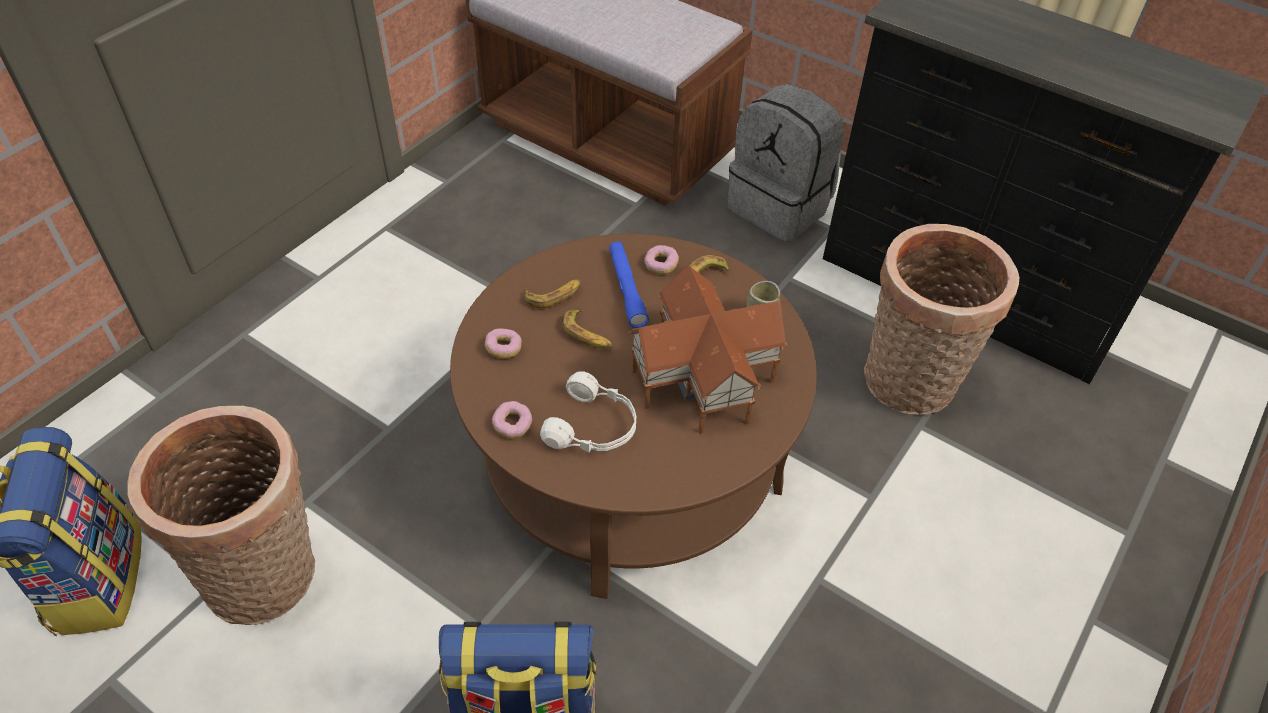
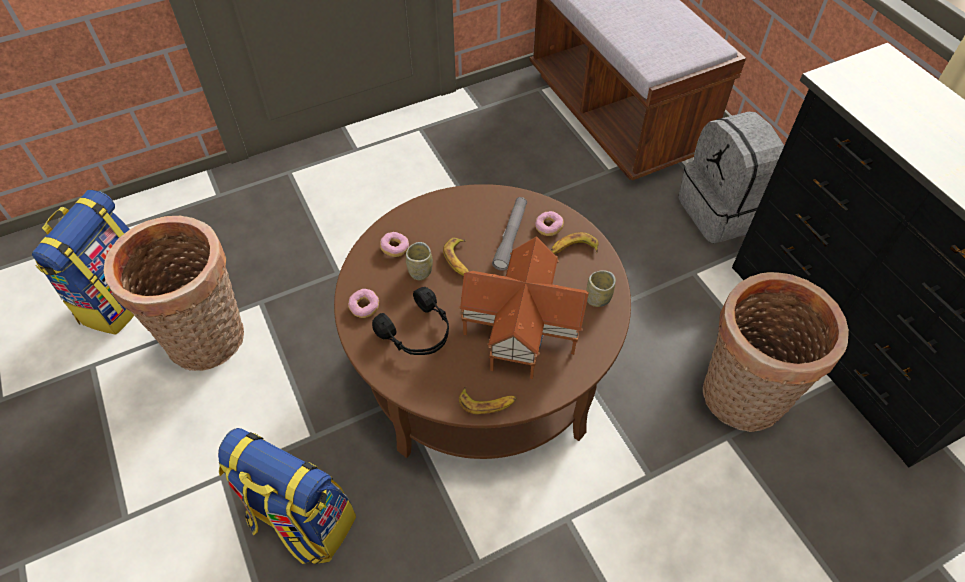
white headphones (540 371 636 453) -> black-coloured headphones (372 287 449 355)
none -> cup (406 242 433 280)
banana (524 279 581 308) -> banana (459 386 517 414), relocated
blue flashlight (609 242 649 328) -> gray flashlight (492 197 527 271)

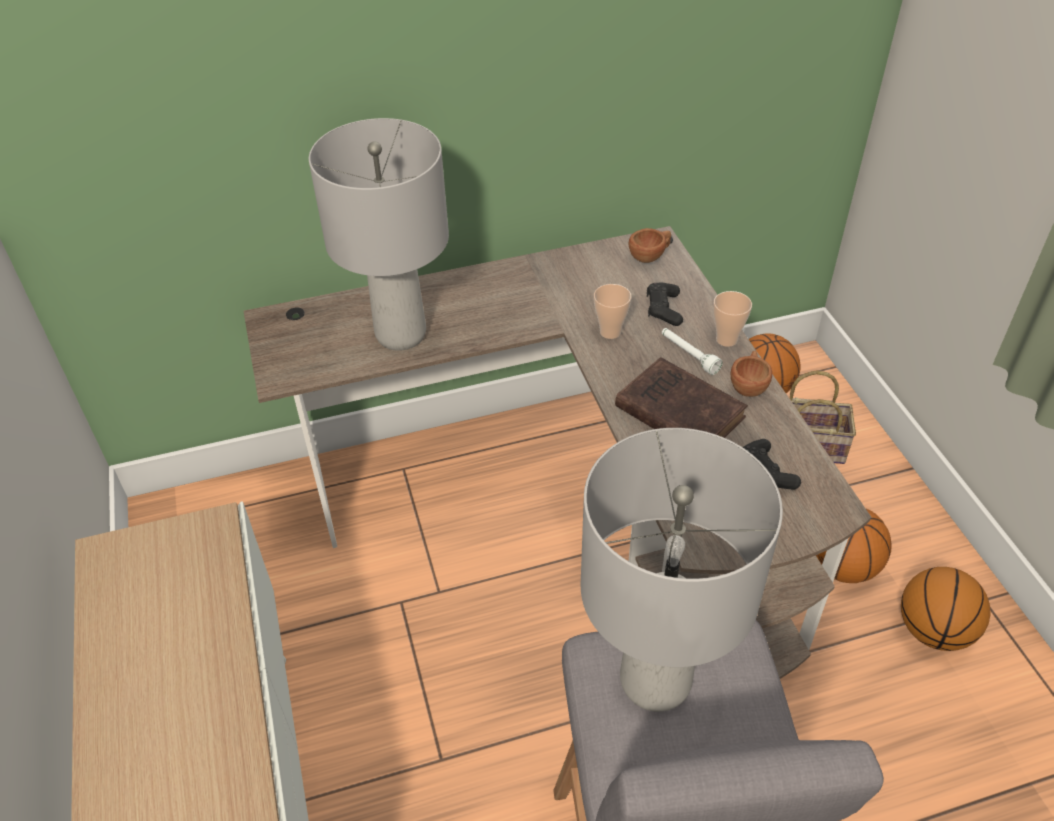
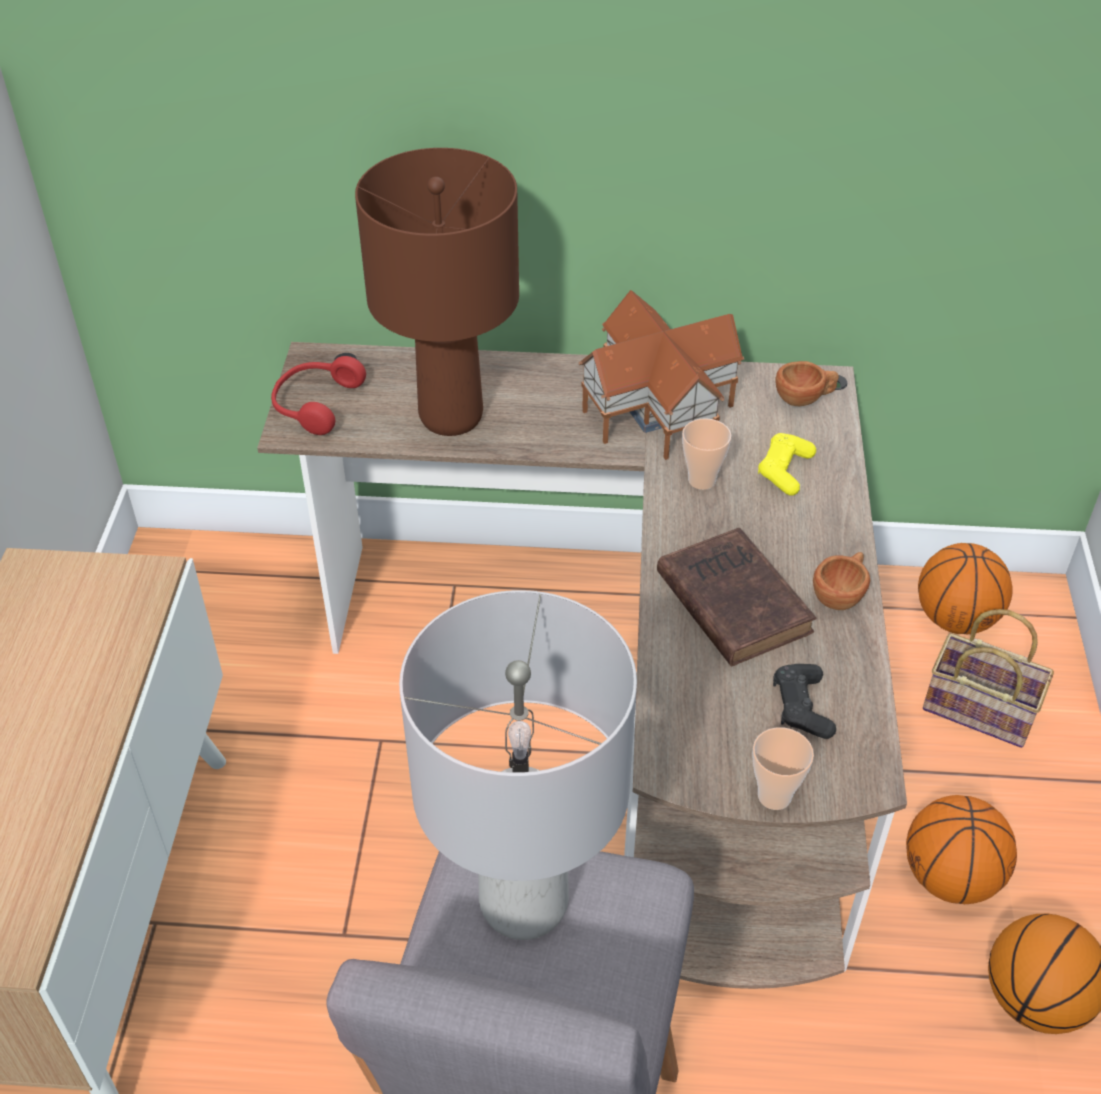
none -> red-coloured headphones (271 356 366 435)
gray lamp for a table (309 118 449 351) -> brown-coloured lamp for a table (355 148 519 436)
none -> model house (578 290 744 460)
cup (713 291 752 347) -> cup (752 727 814 810), relocated
black-coloured gamepad (647 282 683 326) -> yellowish gamepad (758 433 816 496)
white flashlight (662 328 723 375) -> none

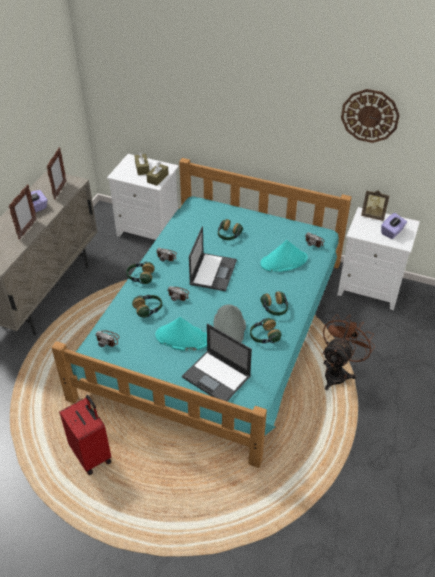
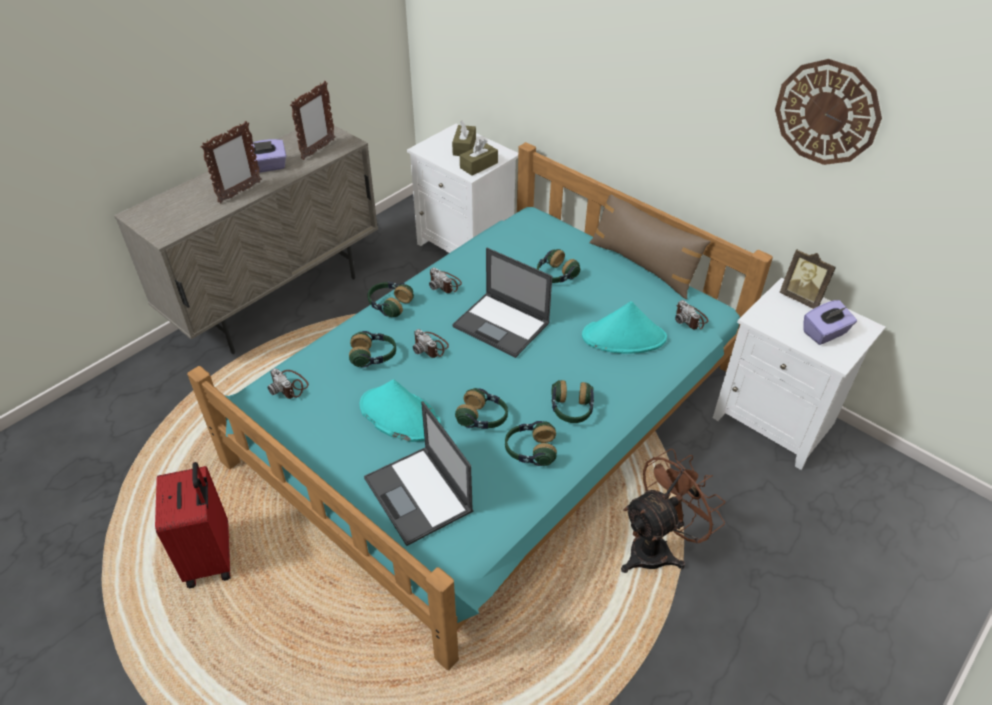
portable computer (189 226 237 291) -> portable computer (452 248 552 358), 90 degrees clockwise
gray hat (213 304 246 342) -> headphones (455 388 508 429)
none -> brown-coloured cushion (590 194 711 299)

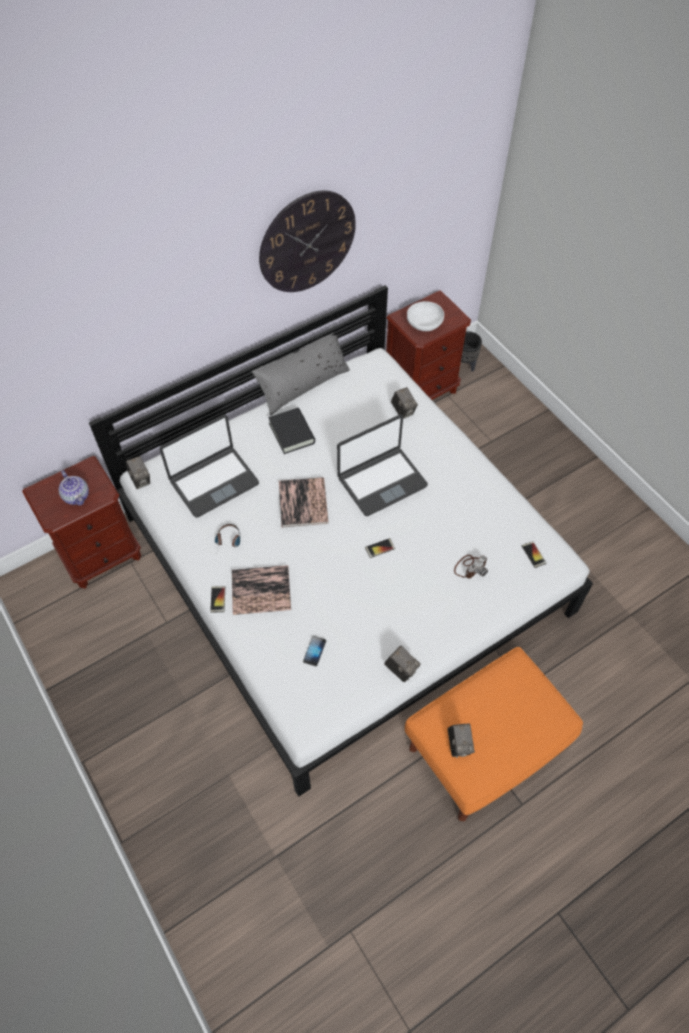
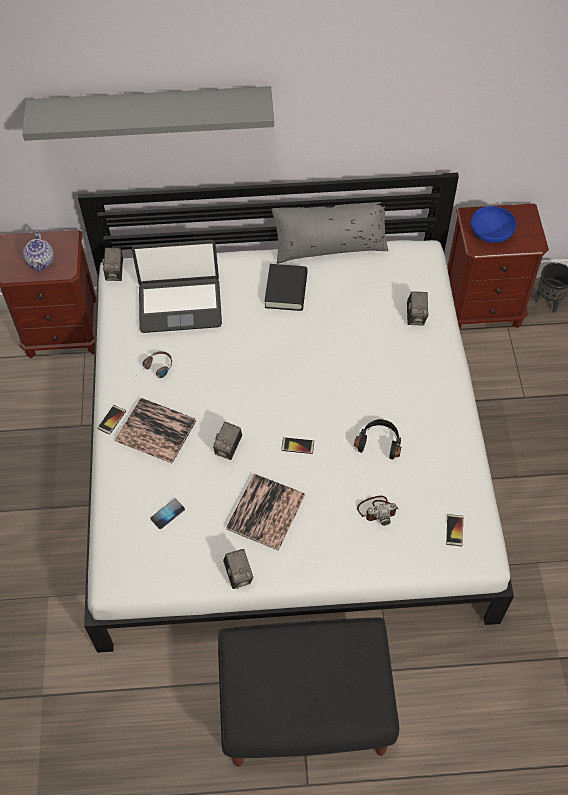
none -> gray wall shelf (22 86 274 141)
photo camera (448 723 475 758) -> photo camera (213 422 242 460), relocated
orange-coloured ottoman (405 647 583 821) -> black-coloured ottoman (218 617 399 767)
bound book (279 477 329 527) -> bound book (226 474 305 550), relocated
none -> black-coloured headphones (354 419 401 460)
white deep dish (407 301 444 331) -> blue deep dish (471 206 516 243)
wall clock (259 191 356 292) -> none
portable computer (337 415 428 516) -> none

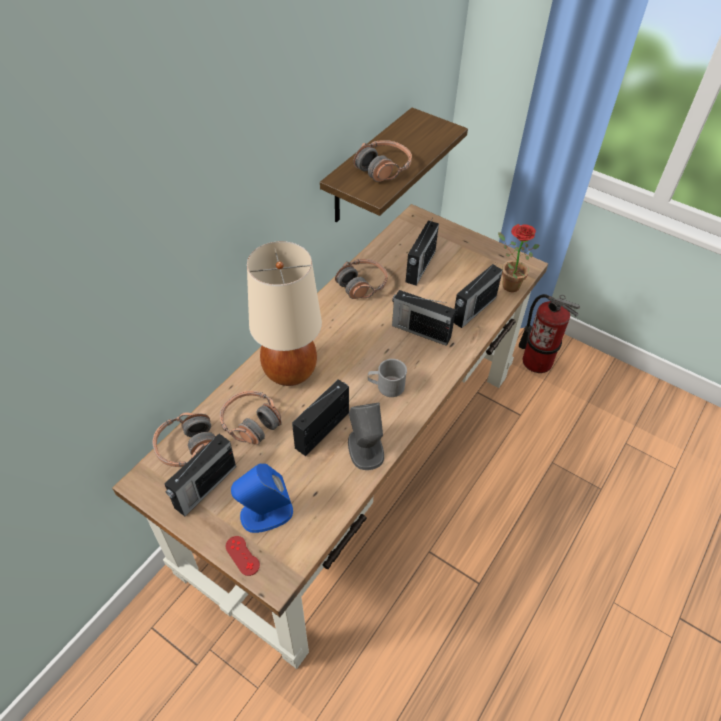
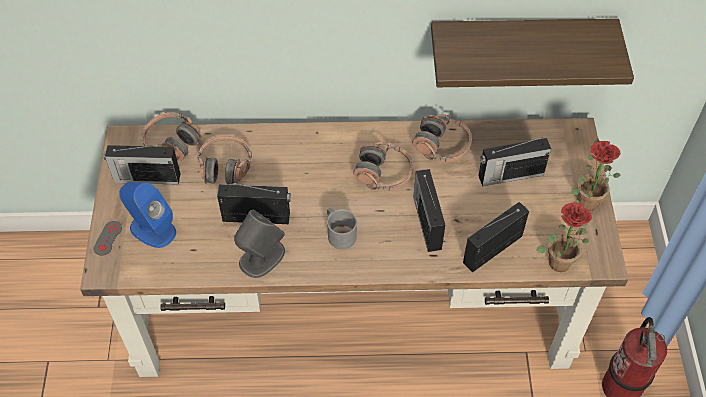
red-coloured gamepad (226 536 260 576) -> gray gamepad (94 221 122 256)
headphones (353 140 412 182) -> headphones (353 142 413 191), relocated
radio receiver (454 263 503 328) -> radio receiver (463 202 529 272), 135 degrees clockwise
none -> potted plant (571 139 621 211)
beige lamp for a table (247 241 322 386) -> none

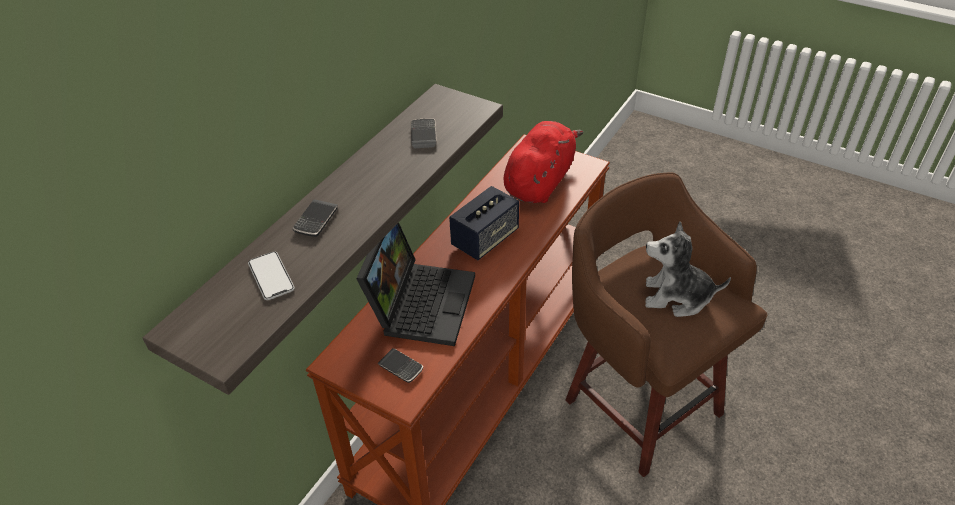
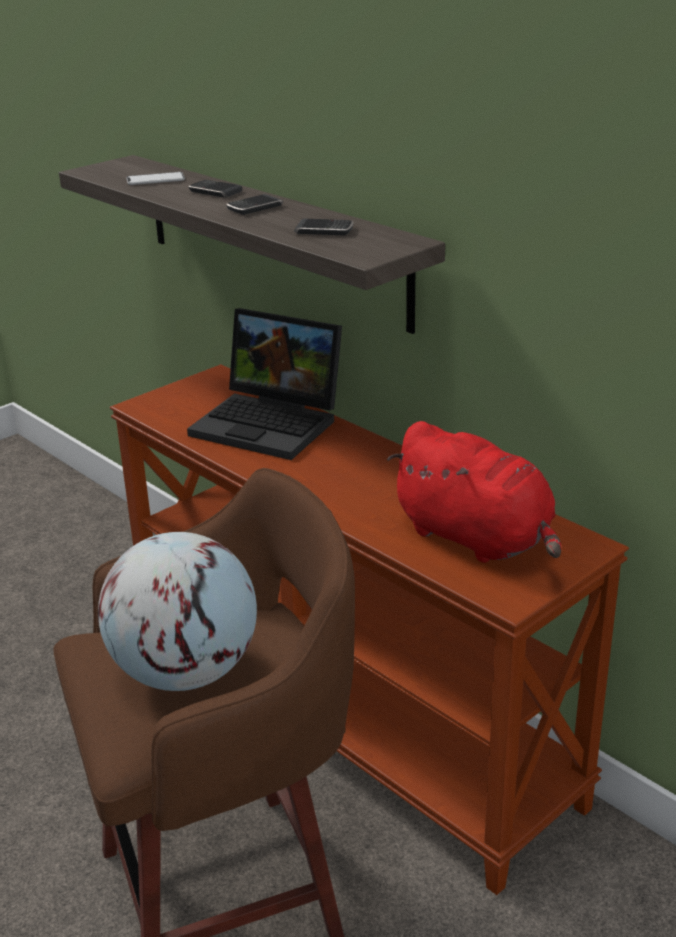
soft toy (645 221 731 317) -> world globe (98 532 257 691)
telephone (378 348 423 383) -> telephone (226 194 283 215), relocated
loudspeaker (449 186 519 260) -> none

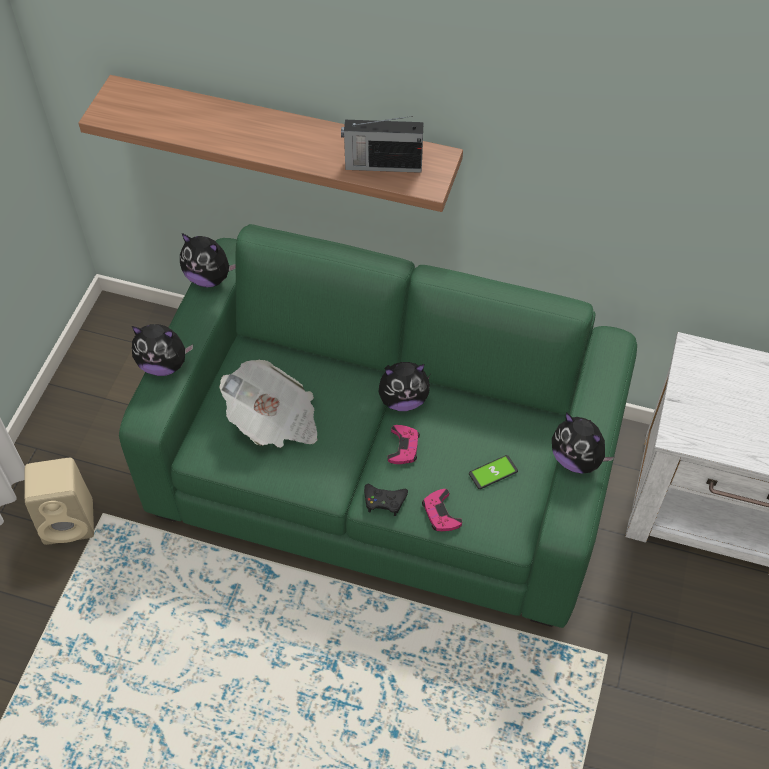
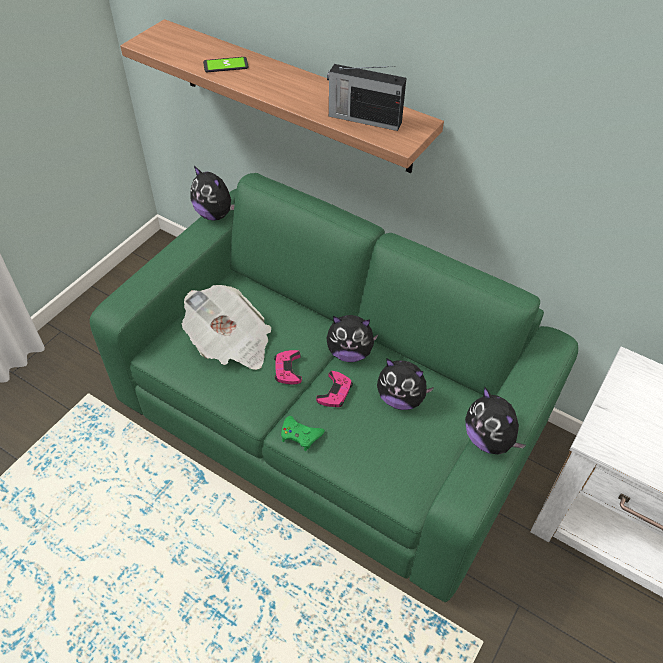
telephone (469 455 518 489) -> telephone (203 57 249 72), relocated
pink-coloured gamepad (422 489 462 531) -> pink-coloured gamepad (274 350 302 385), relocated
black-coloured gamepad (364 484 408 516) -> green-coloured gamepad (281 416 325 451)
soft toy (132 324 193 376) -> soft toy (377 359 434 410), relocated
beige loudspeaker (25 458 94 545) -> none

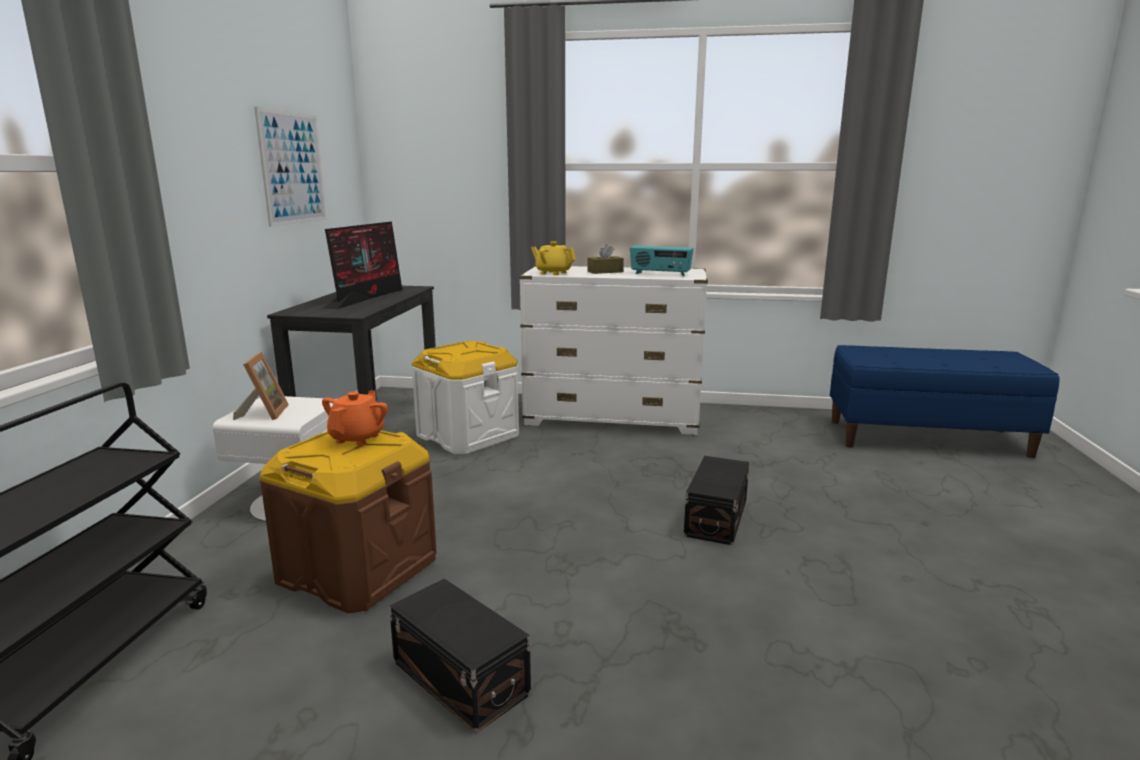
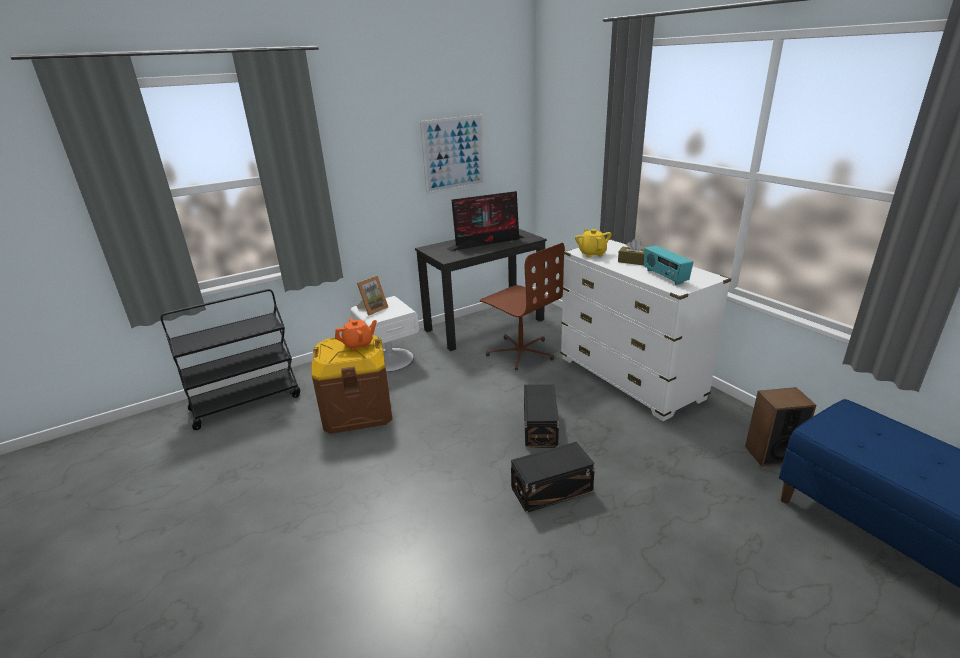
white storage box (411 341 519 454) -> brown-coloured desk chair (480 243 565 370)
black-coloured storage box (389 579 531 733) -> black-coloured storage box (524 385 559 448), relocated
none -> loudspeaker (745 387 816 466)

